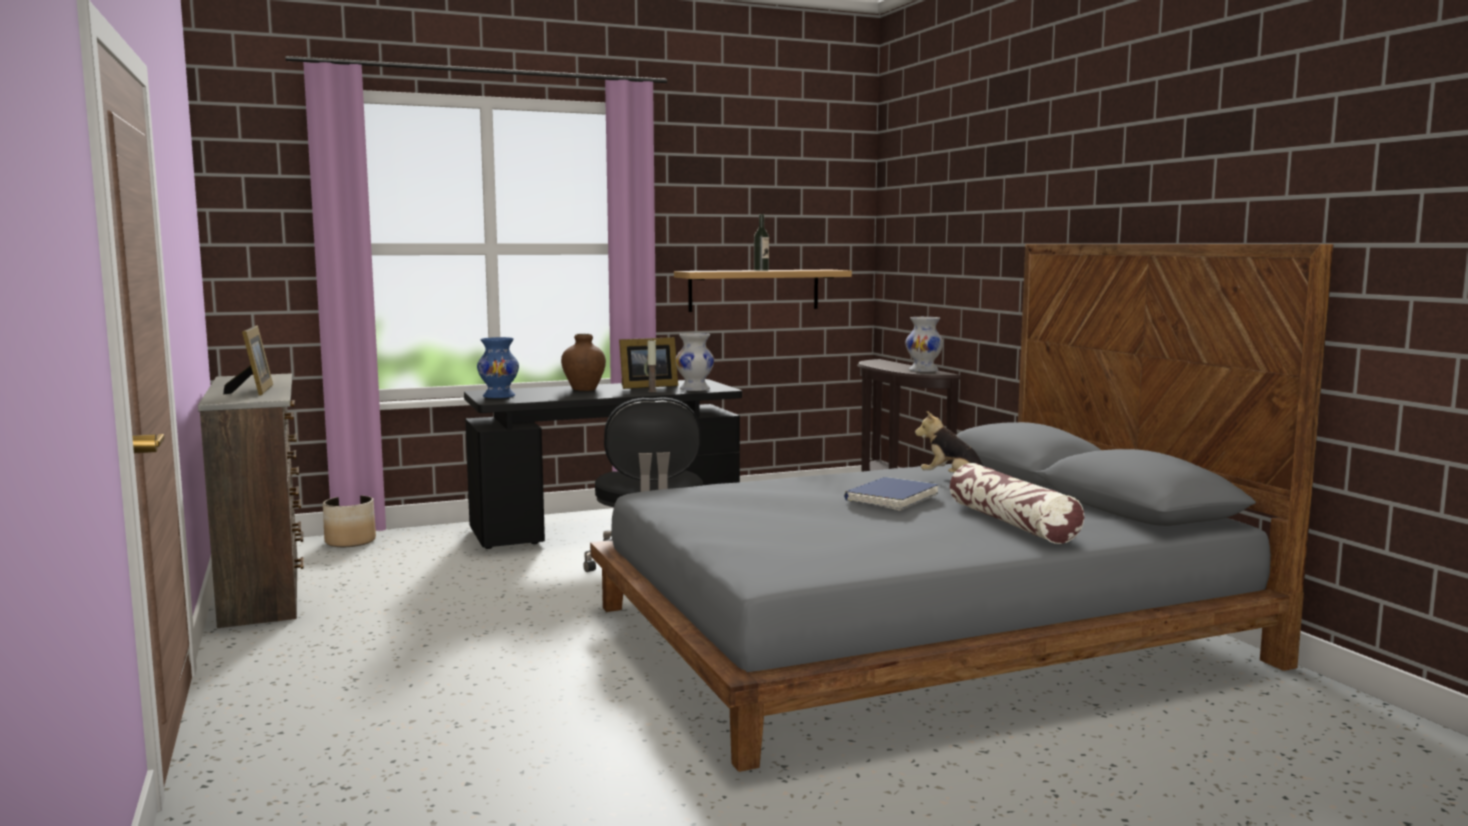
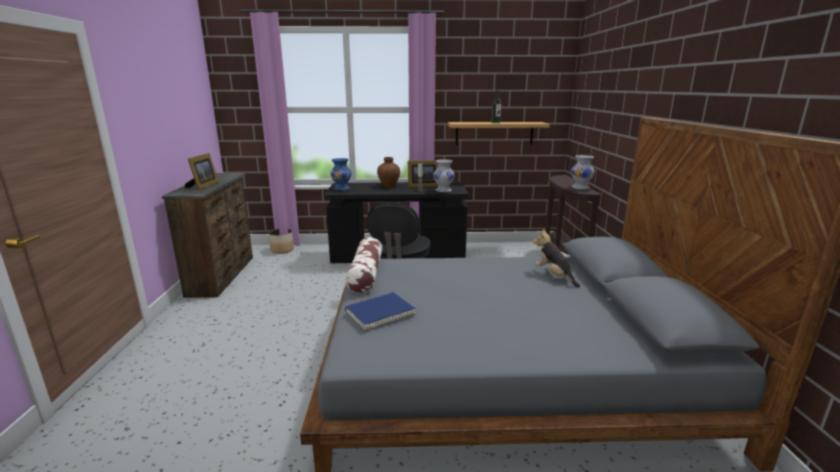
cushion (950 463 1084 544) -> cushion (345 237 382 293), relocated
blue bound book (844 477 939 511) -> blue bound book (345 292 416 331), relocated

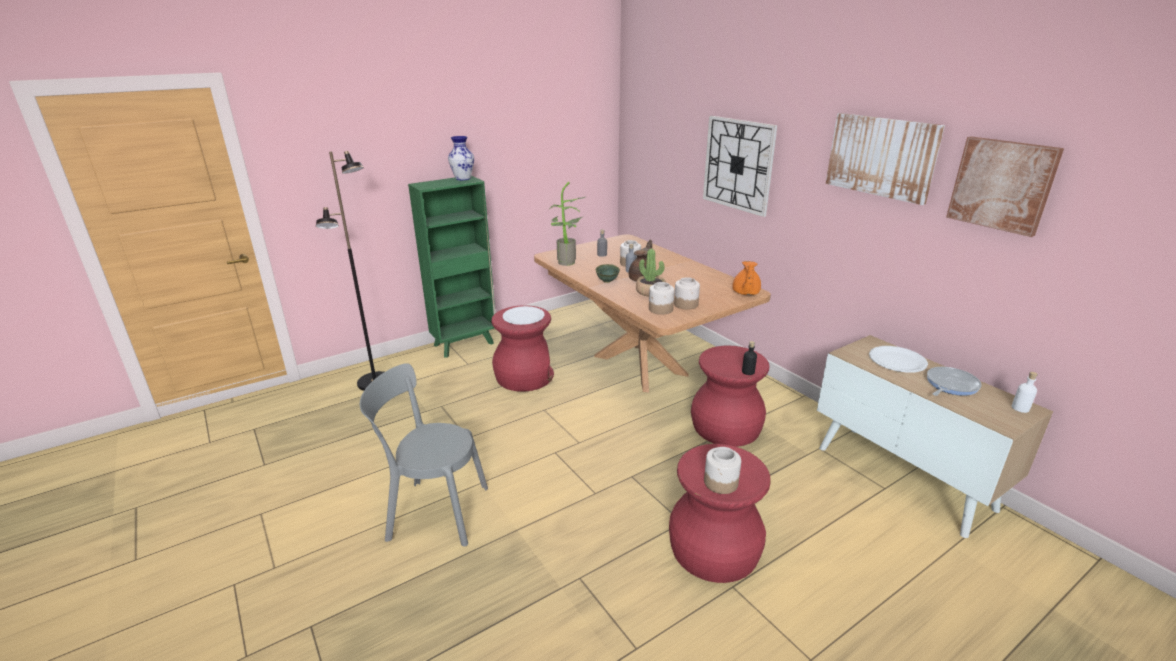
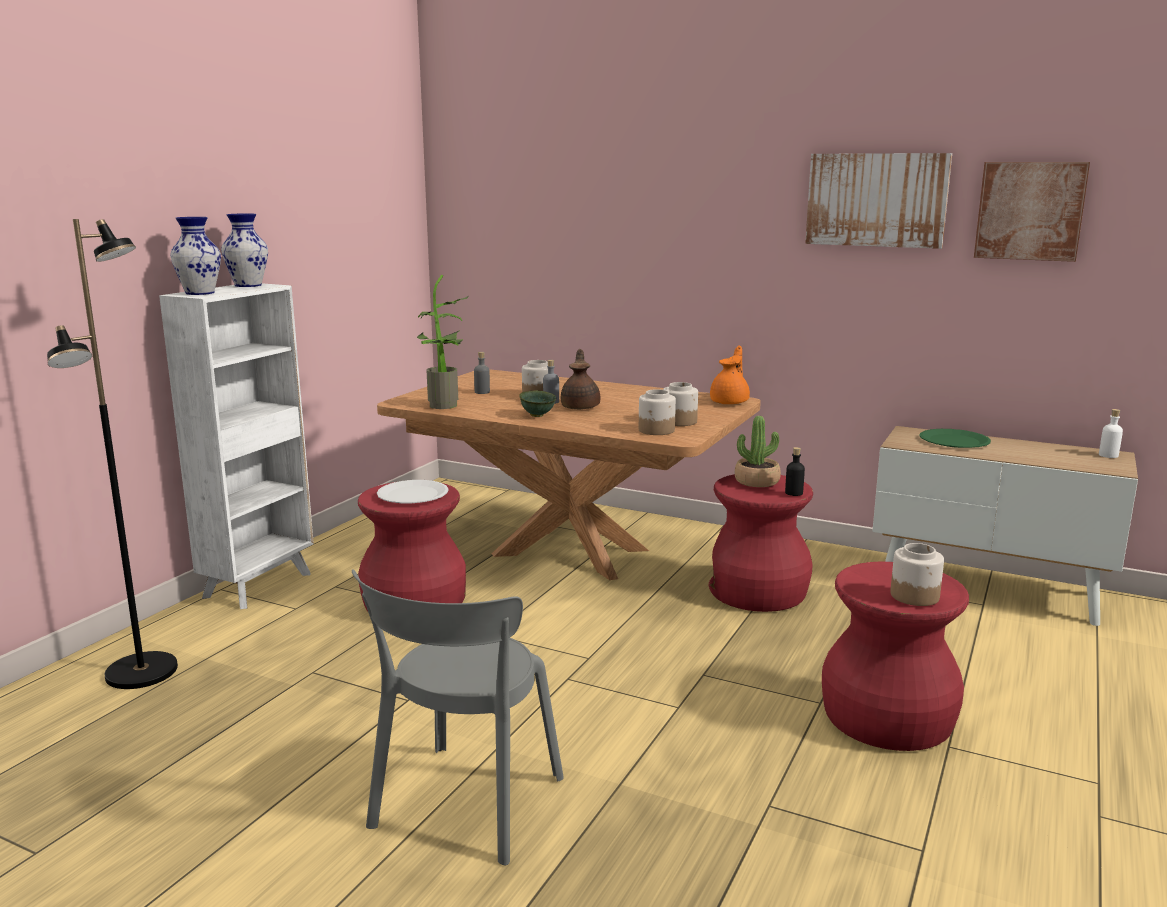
green-coloured bookcase (408 176 495 358) -> white bookcase (159 283 314 609)
none -> flower vase (170 217 221 295)
gray plain chair (360 363 488 547) -> gray plain chair (352 569 564 865), 45 degrees counterclockwise
orange-coloured pot for tea (732 261 761 295) -> orange-coloured pot for tea (710 345 750 404), 135 degrees counterclockwise
potted plant (636 249 666 297) -> potted plant (735 416 781 487), relocated
white flat dish (869 346 928 373) -> green-coloured flat dish (919 429 991 448)
wall clock (703 116 778 217) -> none
skillet (927 367 982 396) -> none

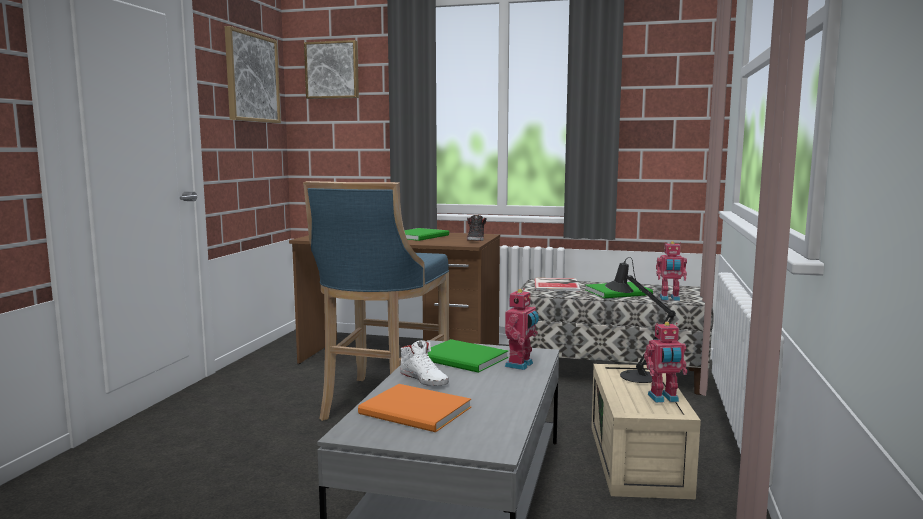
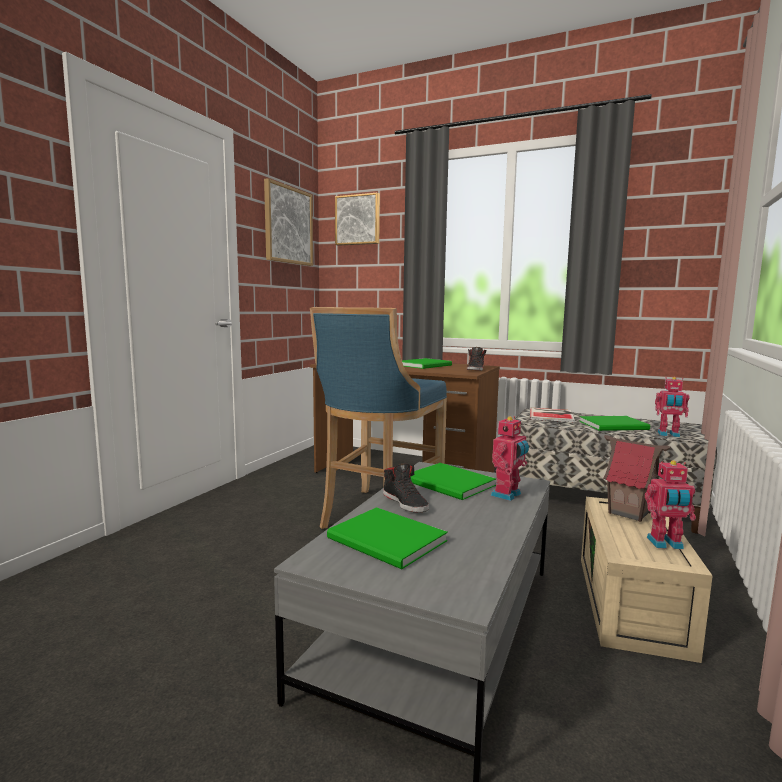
orange-coloured bound book (358 384 471 432) -> green-coloured bound book (327 507 448 569)
white item of footwear (400 340 449 386) -> black-coloured item of footwear (383 464 429 513)
black-coloured lamp for a table (605 257 676 383) -> model house (603 435 670 522)

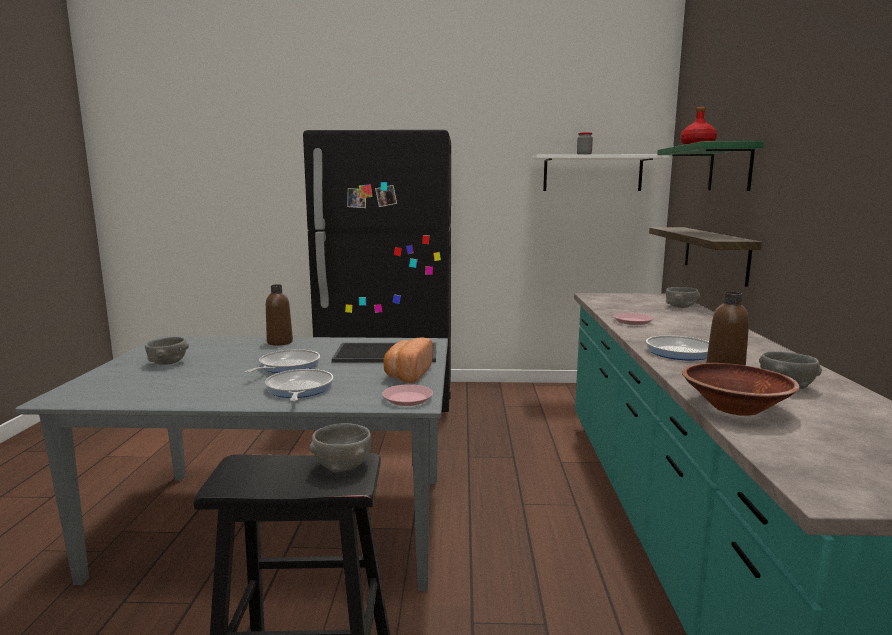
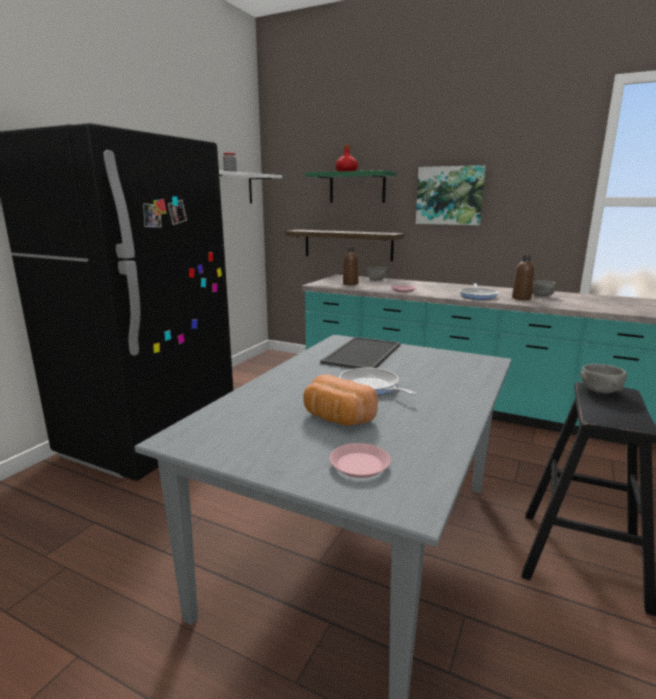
baked bread (383 338 433 383) -> baked bread (303 375 378 426), relocated
pink-coloured flat dish (382 384 433 406) -> pink-coloured flat dish (330 443 391 478), relocated
brown-coloured drink bottle (266 284 293 346) -> brown-coloured drink bottle (343 247 358 285), relocated
none -> wall picture (416 165 486 225)
gray deep dish (145 337 189 365) -> none
skillet (265 369 333 402) -> none
brown-coloured deep dish (682 363 800 416) -> none

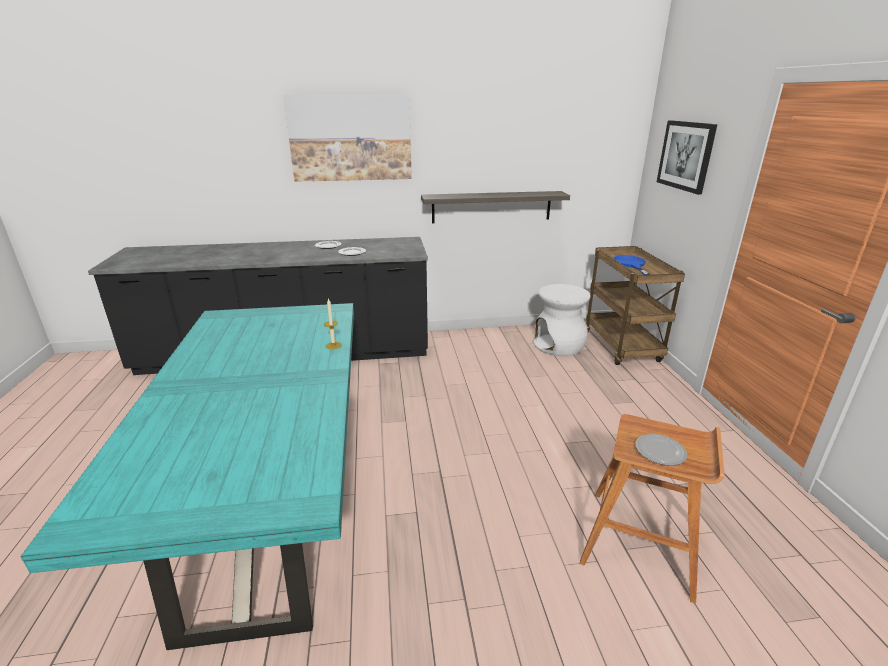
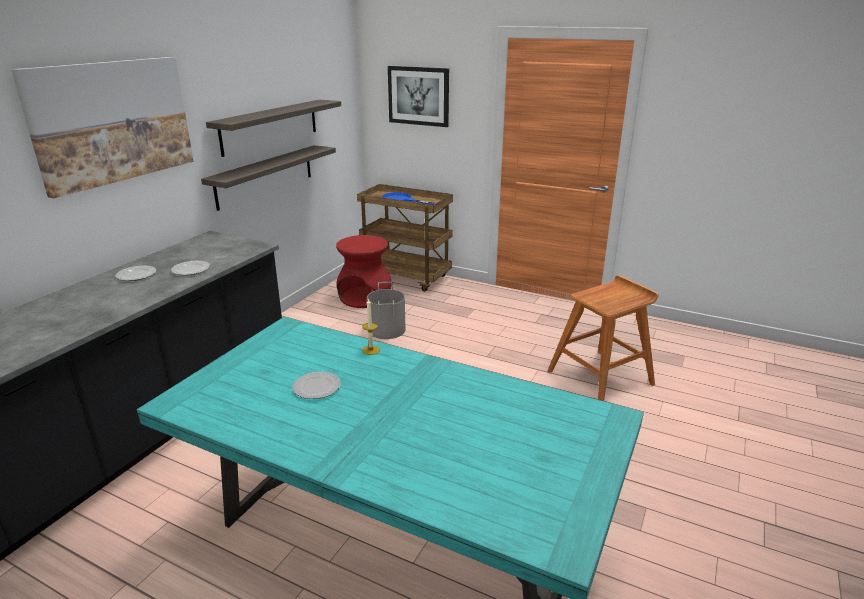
none -> wall shelf (206 100 341 157)
flat dish (635 434 687 466) -> flat dish (292 372 341 399), relocated
white sitting stool (534 284 591 356) -> red-coloured sitting stool (336 235 392 308)
none -> gray bucket (367 282 405 339)

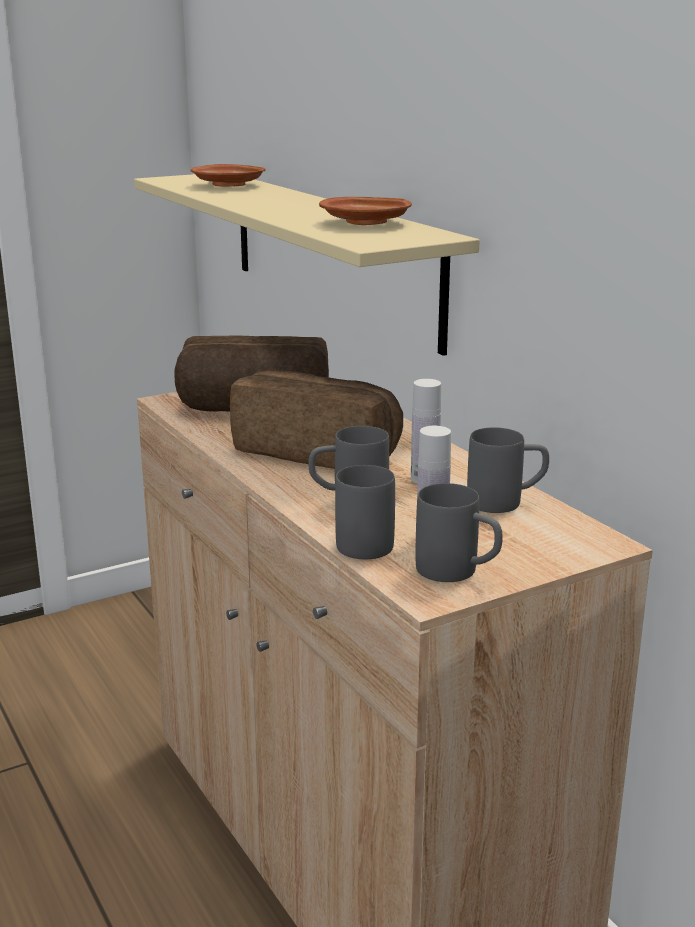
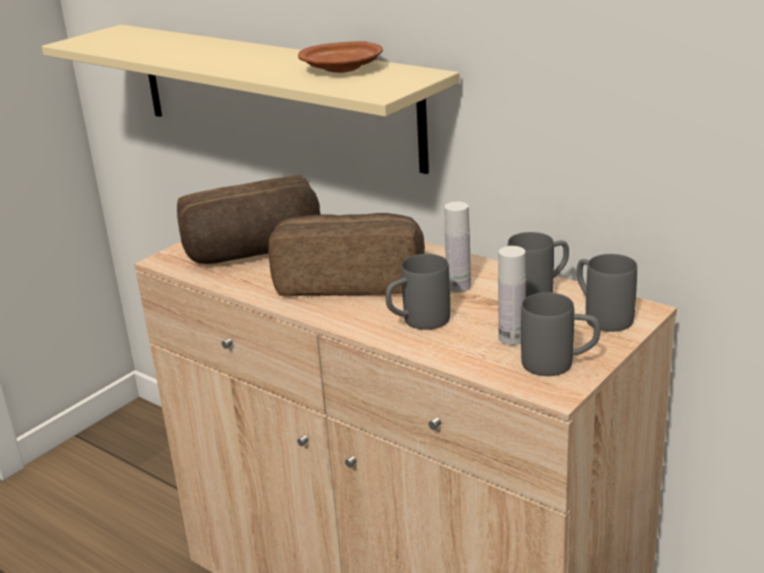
gray tea mug (335 465 395 559) -> gray tea mug (577 254 637 332), relocated
brown-coloured flat dish (190 164 265 186) -> none

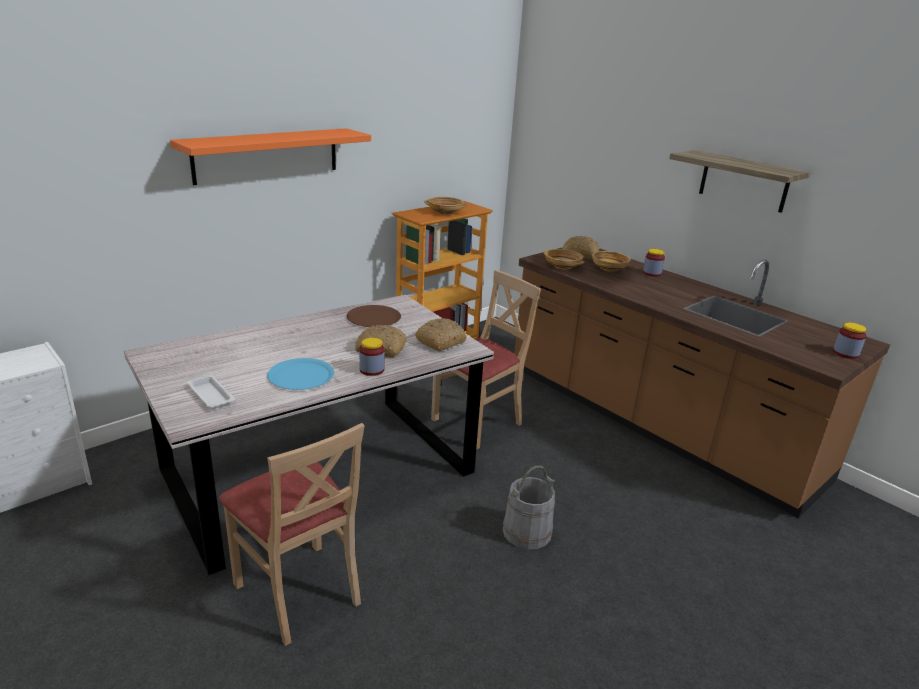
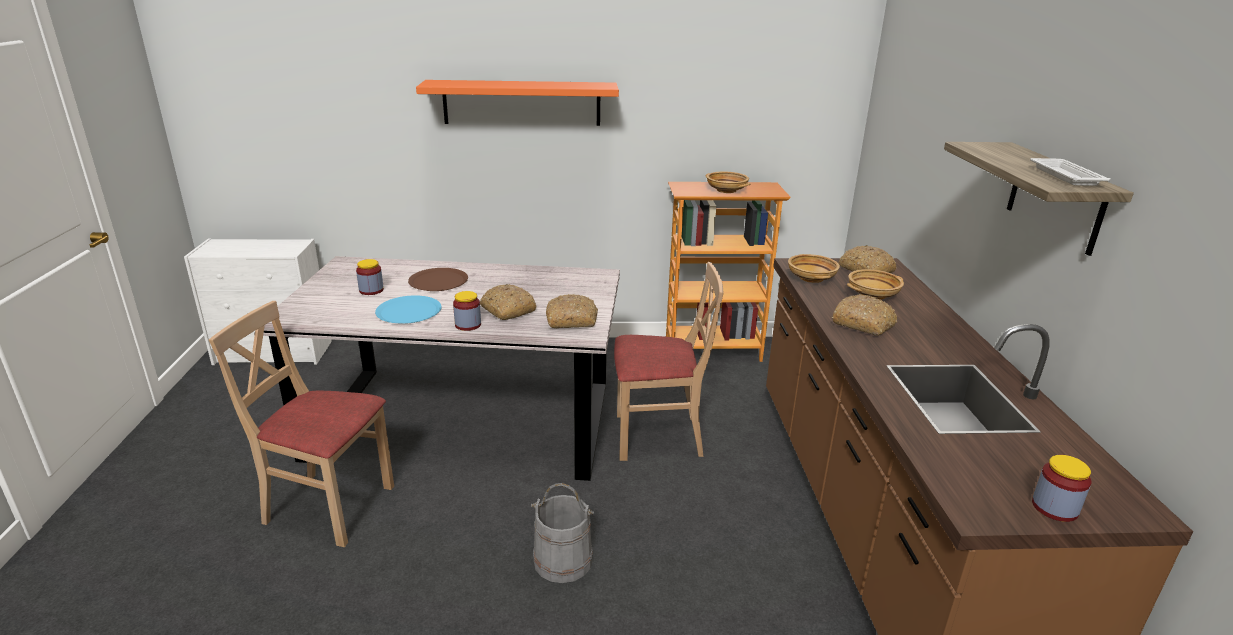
beige plain chair (219 423 365 646) -> beige plain chair (209 301 394 547), 105 degrees clockwise
jar (643 249 665 277) -> jar (356 259 384 295), relocated
brown-coloured flat dish (347 305 401 327) -> brown-coloured flat dish (408 268 468 291), relocated
none -> baked bread (832 294 897 336)
white carrying tray (187 375 236 409) -> white carrying tray (1030 158 1111 186), relocated

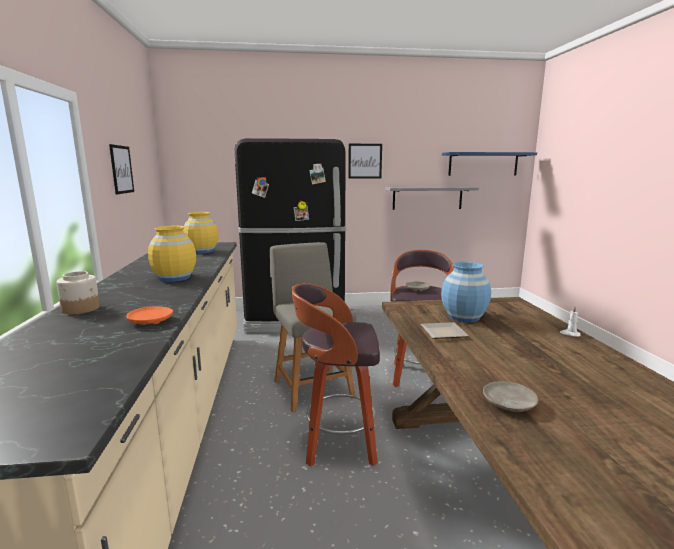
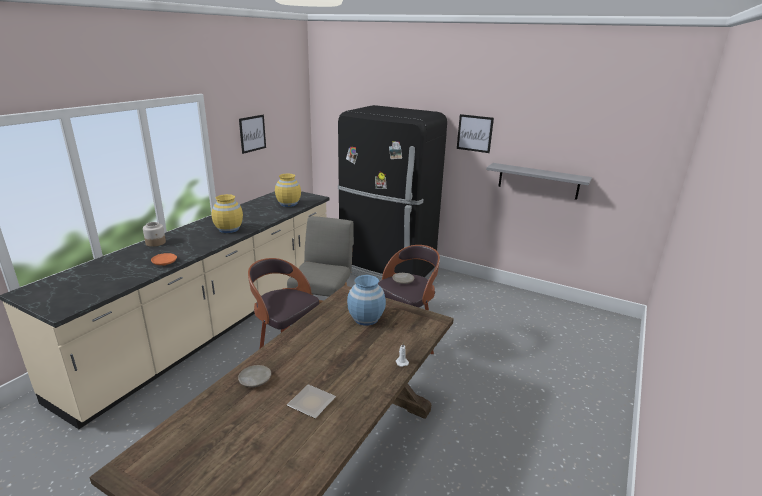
flat dish (420 322 469 339) -> flat dish (287 384 336 418), relocated
blue wall shelf (442 152 537 176) -> none

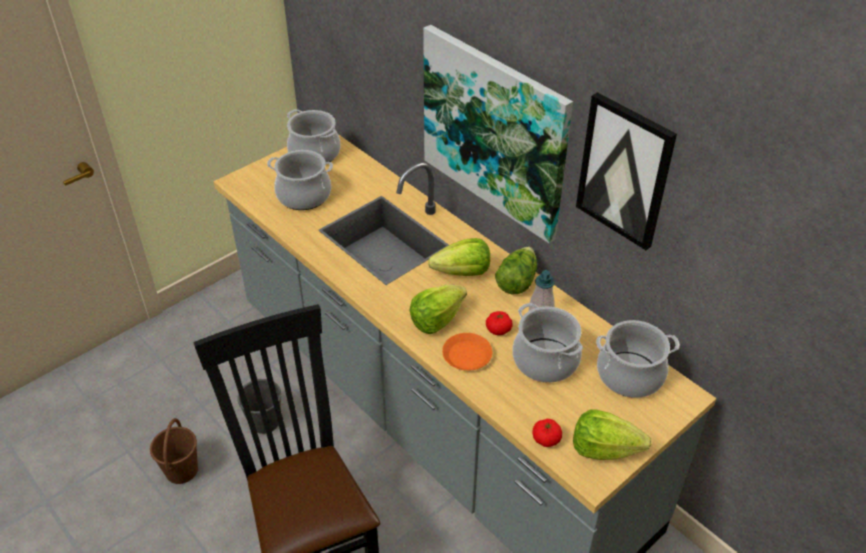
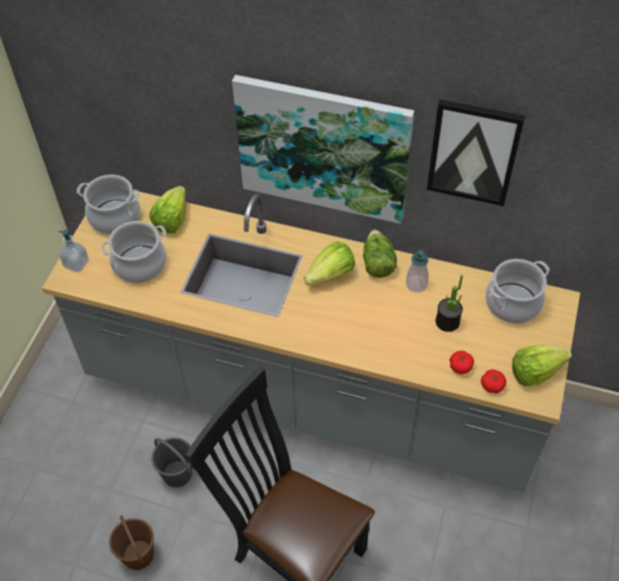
none -> soap dispenser (59 230 89 272)
lettuce (409 285 467 334) -> lettuce (149 186 186 233), relocated
stockpot (513 303 583 383) -> potted plant (435 275 463 332)
fresh tomato (486 311 513 335) -> fresh tomato (450 351 474 374), relocated
orange-coloured flat dish (442 333 492 371) -> none

